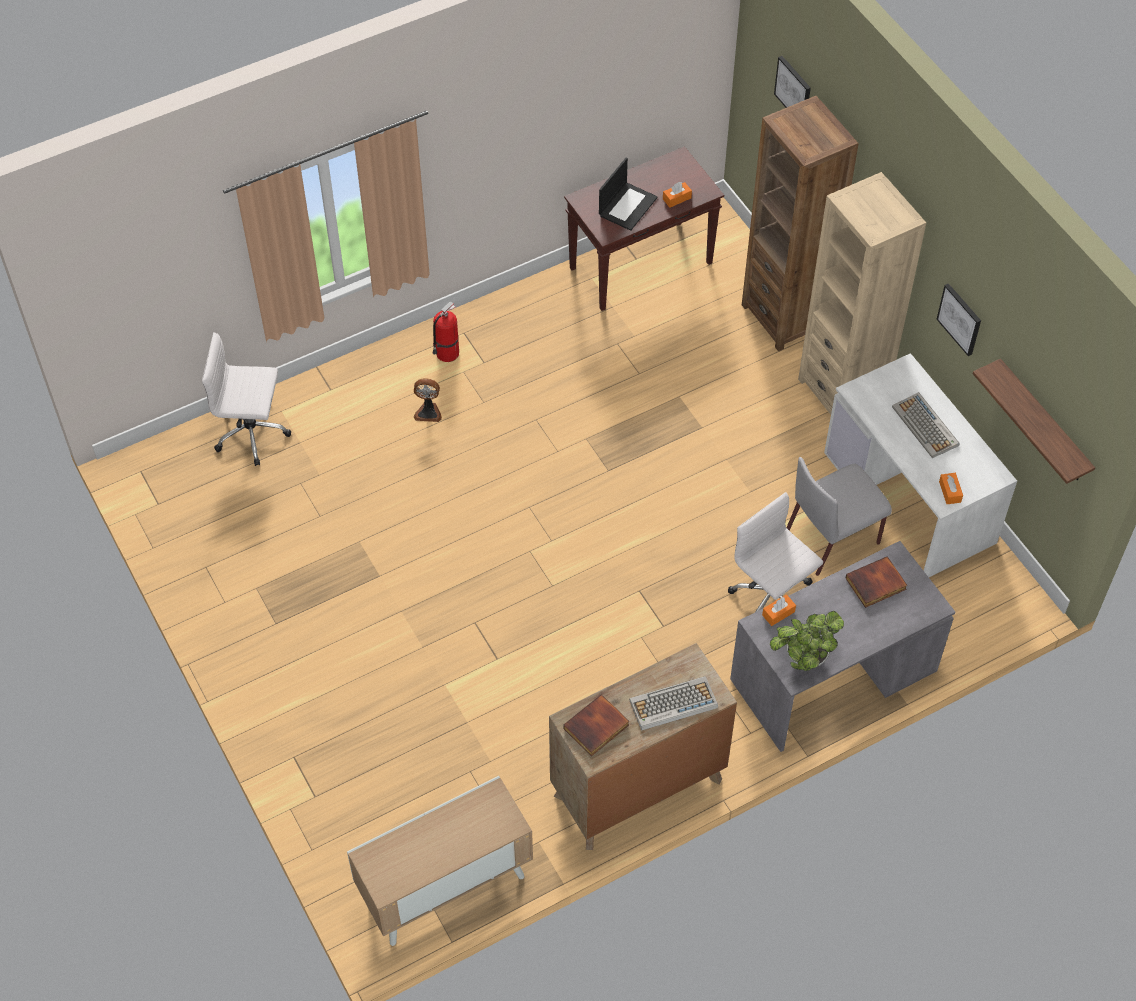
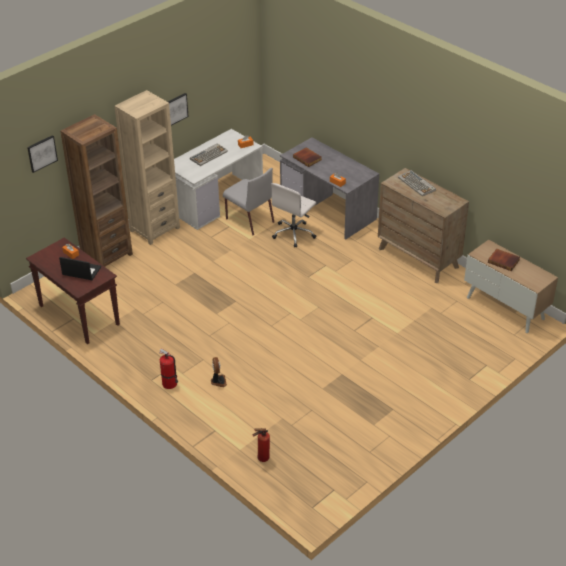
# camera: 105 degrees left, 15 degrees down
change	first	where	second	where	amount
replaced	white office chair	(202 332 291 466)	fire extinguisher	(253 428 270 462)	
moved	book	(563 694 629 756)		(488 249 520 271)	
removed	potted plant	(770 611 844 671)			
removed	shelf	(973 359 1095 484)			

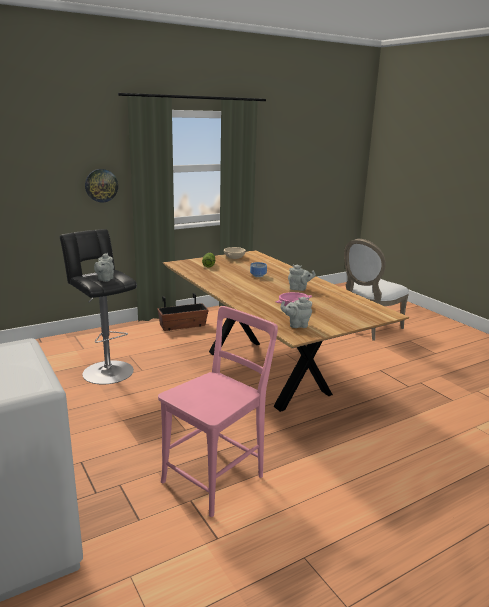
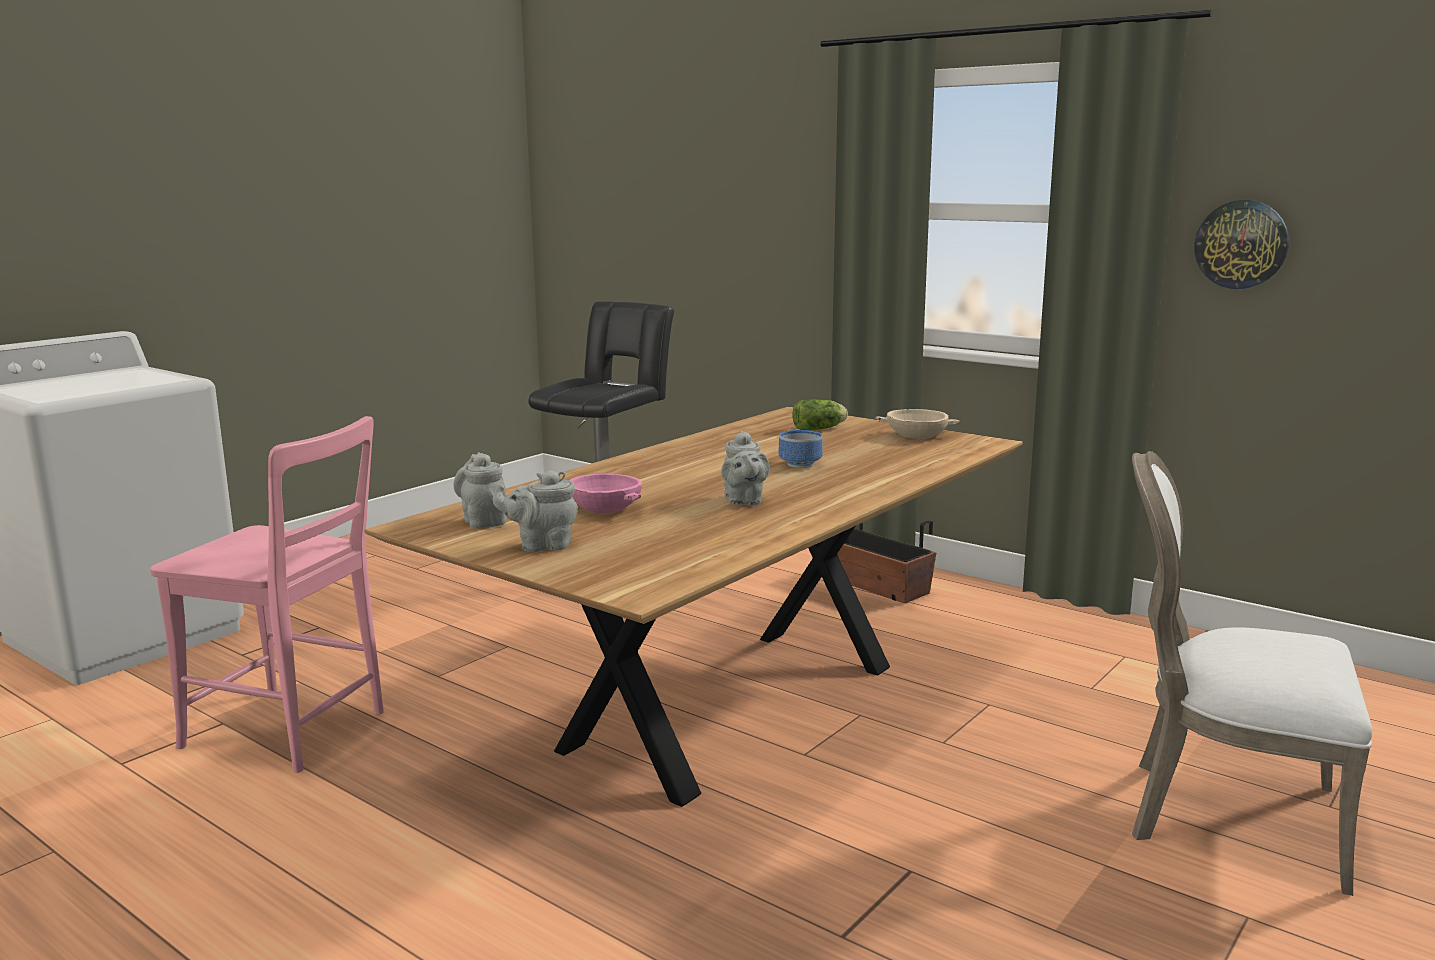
# camera: 70 degrees right, 5 degrees down
change	first	where	second	where	amount
moved	grey teapot	(94 253 114 282)		(493 470 578 552)	
moved	wall clock	(85 169 118 203)		(1194 200 1289 289)	

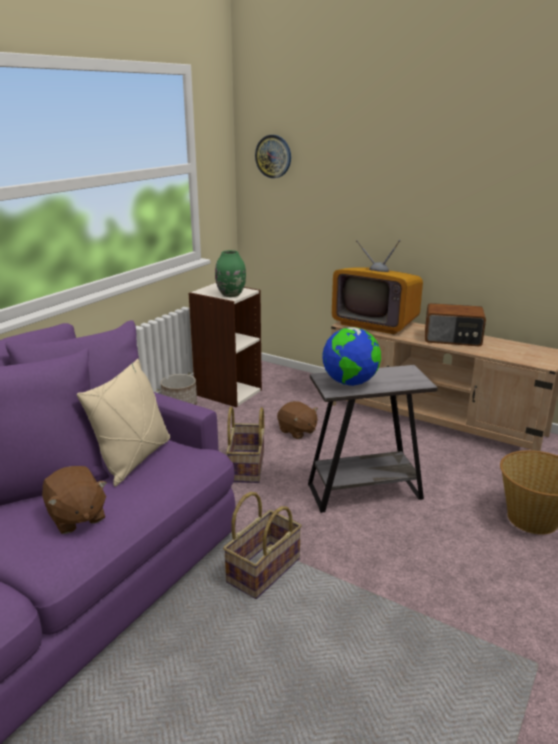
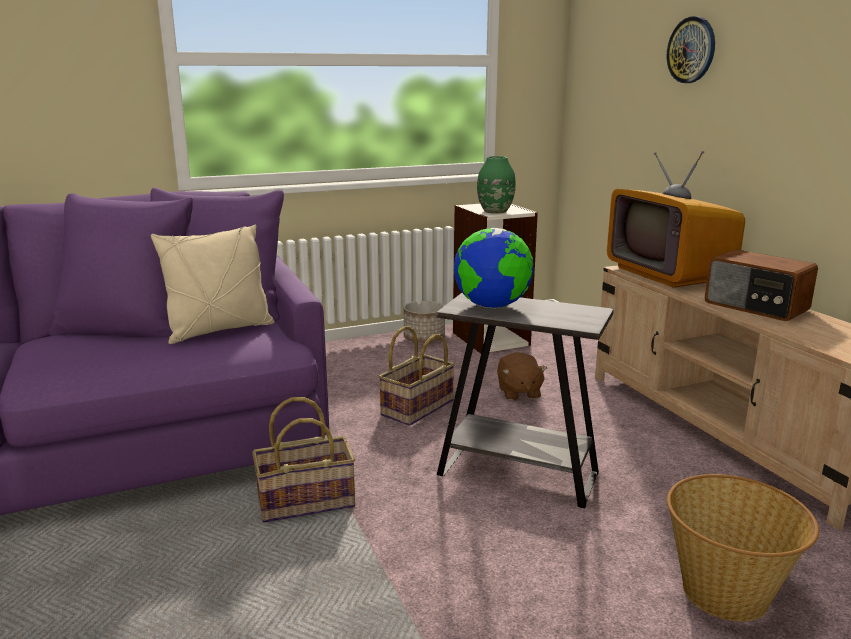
# camera: 35 degrees right, 5 degrees down
change	first	where	second	where	amount
moved	wall clock	(255 135 291 178)		(667 16 715 83)	
removed	brown plush toy	(42 466 107 534)			

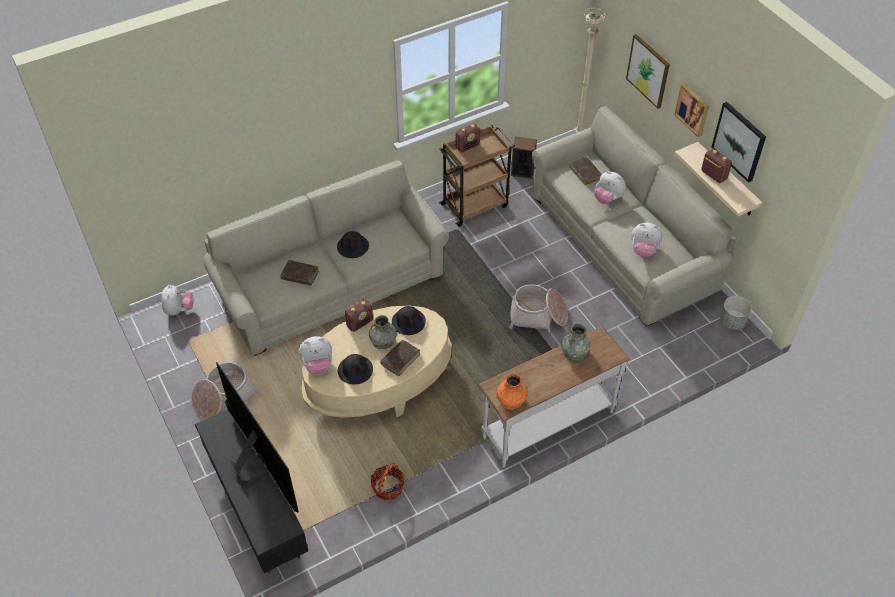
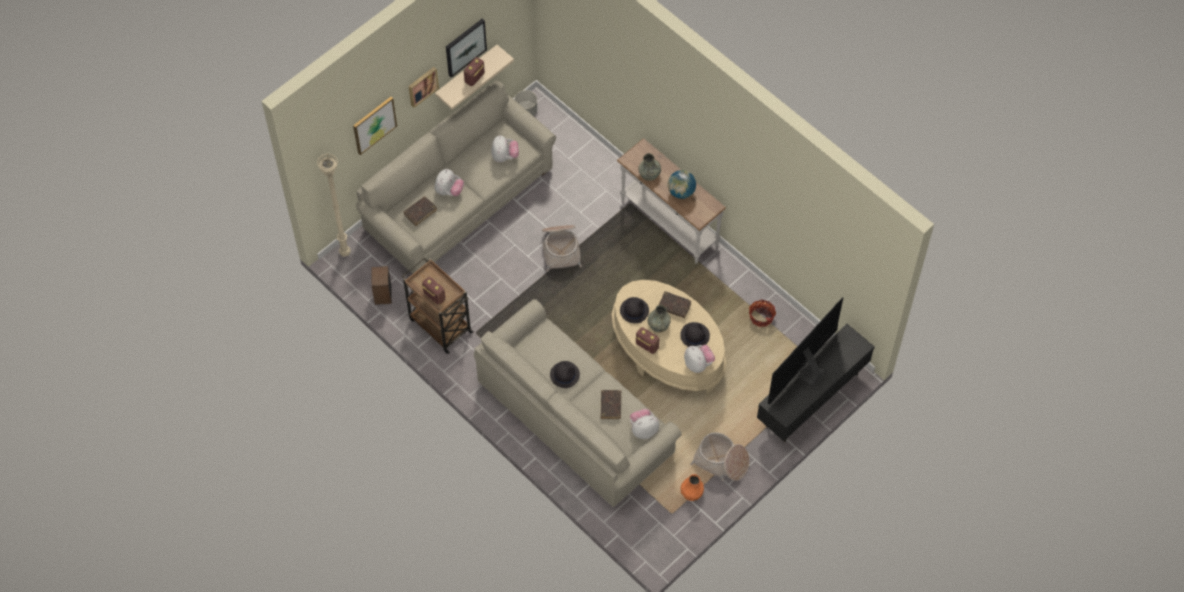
# camera: 105 degrees left, 10 degrees up
change	first	where	second	where	amount
moved	plush toy	(161 285 193 315)		(630 409 659 439)	
added			globe	(668 170 696 199)	
moved	orange vase	(496 374 527 410)		(681 474 704 501)	

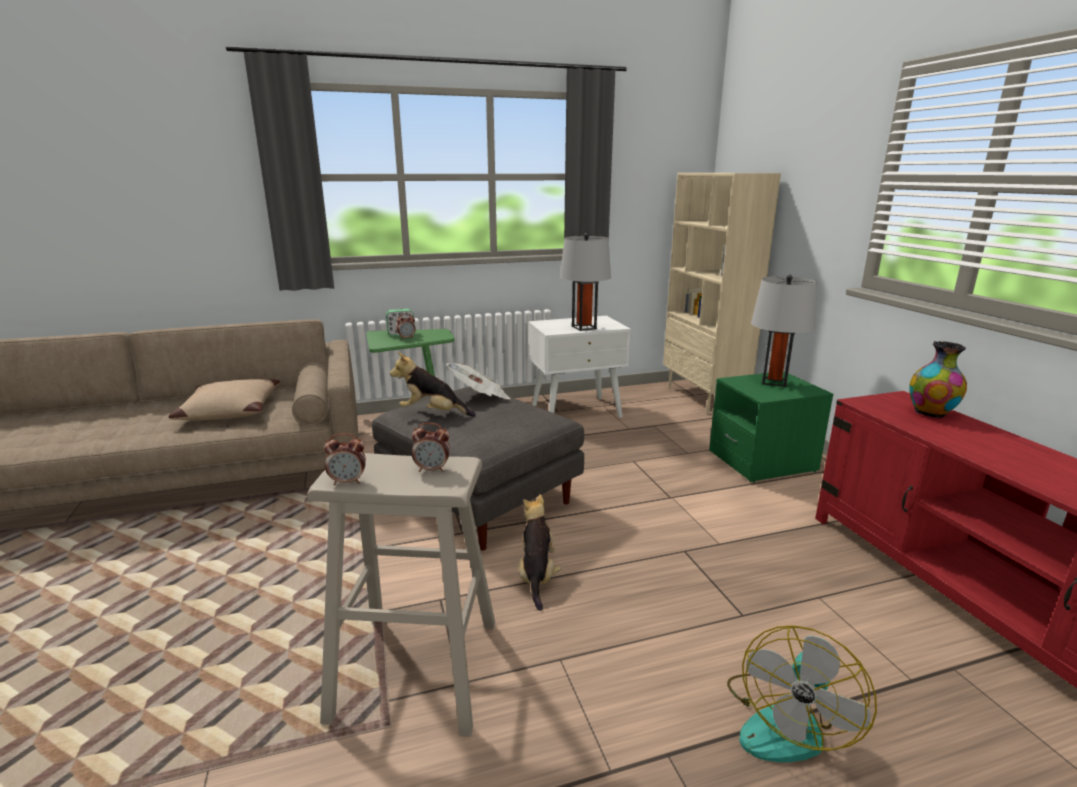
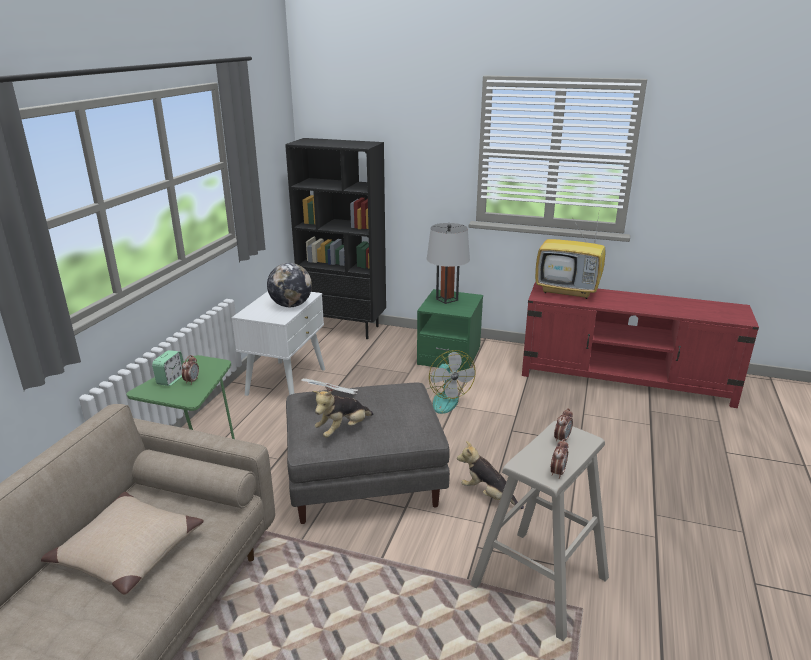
# camera: 55 degrees left, 5 degrees up
change	first	where	second	where	amount
replaced	grey table lamp	(560 233 611 331)	globe	(267 263 312 307)	
recoloured	beige bookcase	(663 173 781 414)	black bookcase	(285 138 386 339)	
moved	fan	(727 625 877 762)		(427 350 475 414)	
replaced	vase	(909 341 967 418)	television	(535 207 606 299)	

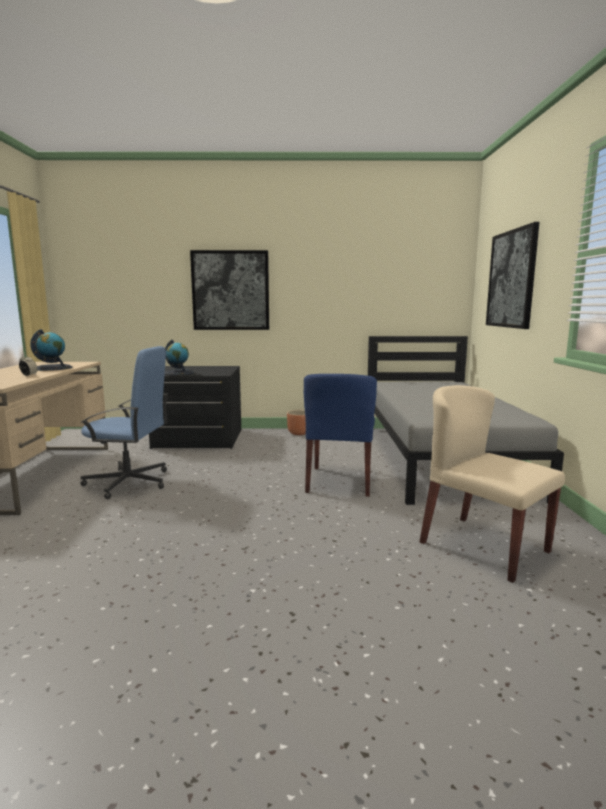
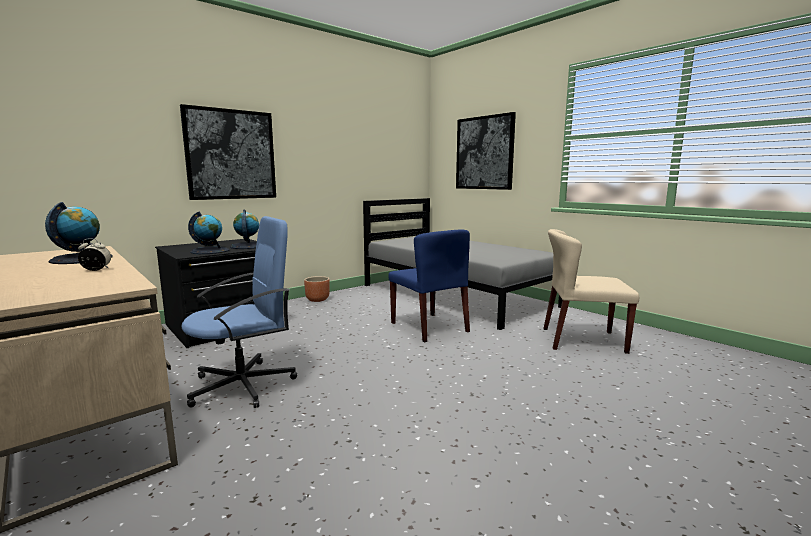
# camera: 40 degrees left, 0 degrees up
change	first	where	second	where	amount
added			globe	(230 210 259 249)	

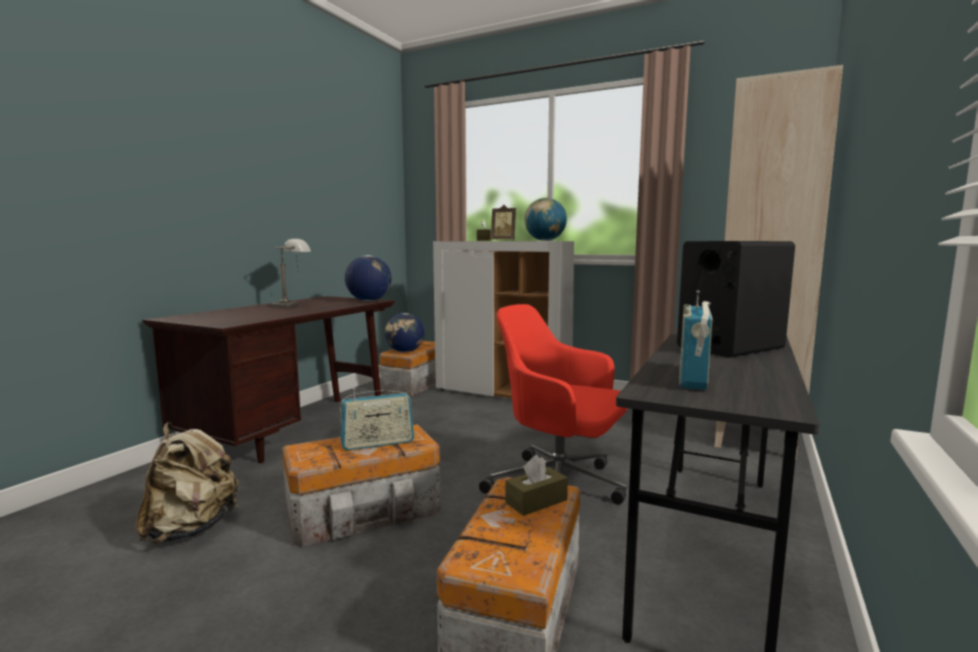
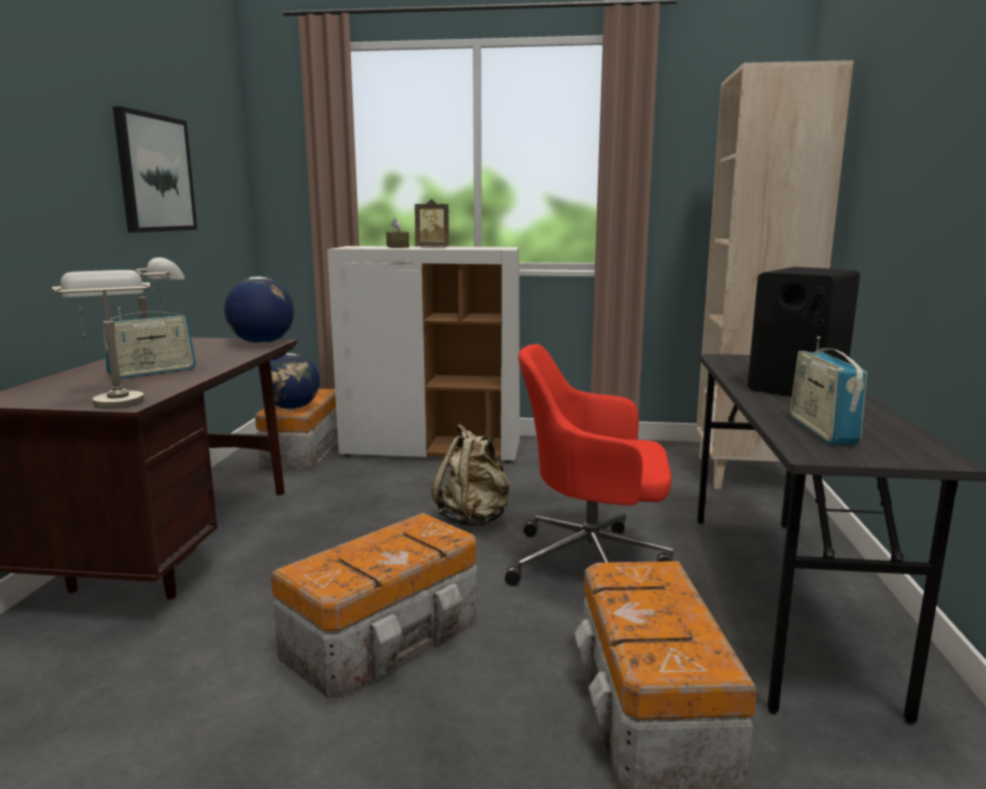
# camera: 20 degrees left, 5 degrees up
change	first	where	second	where	amount
added			grey table lamp	(52 270 151 409)	
moved	radio	(340 388 414 451)		(103 308 196 379)	
added			picture	(113 106 197 233)	
moved	beige backpack	(135 422 239 544)		(432 424 510 526)	
removed	brown tissue box	(505 455 568 516)			
removed	globe	(524 198 567 241)			

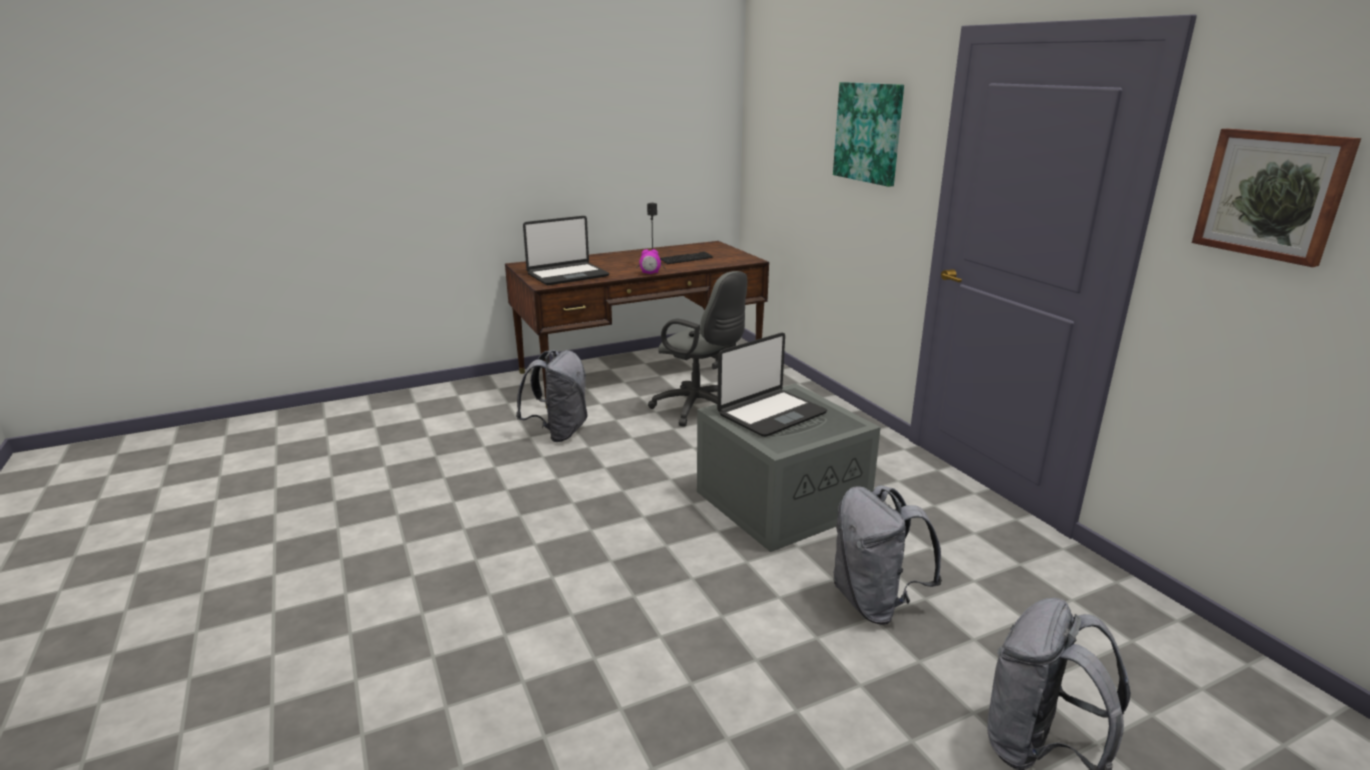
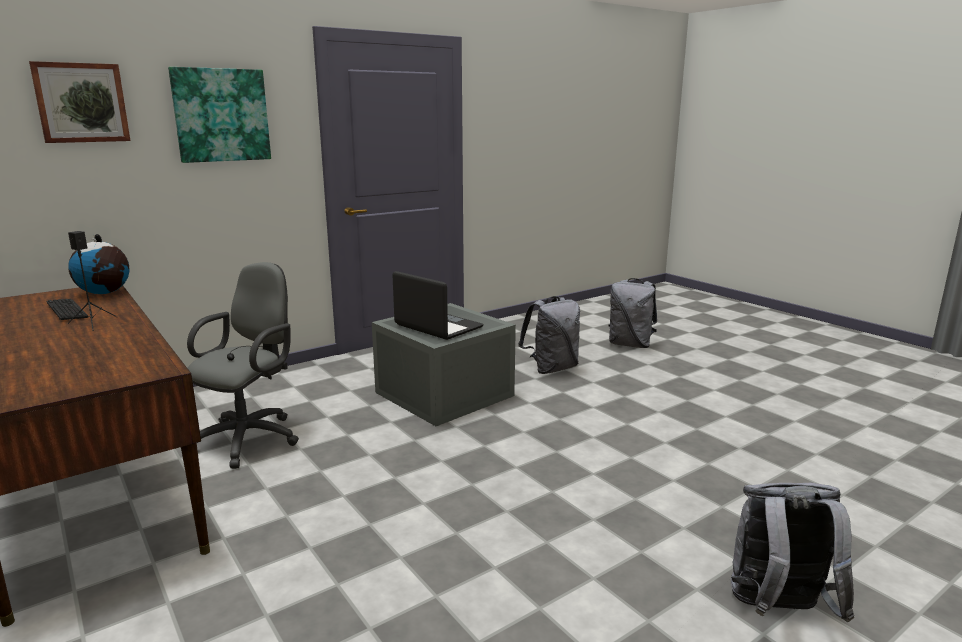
# camera: 100 degrees left, 5 degrees down
change	first	where	second	where	amount
moved	picture	(1192 129 1361 267)		(29 61 130 143)	
added			globe	(68 234 130 294)	
moved	grey backpack	(516 350 588 442)		(731 483 855 622)	
removed	laptop	(523 216 609 285)			
removed	alarm clock	(639 249 661 274)			

